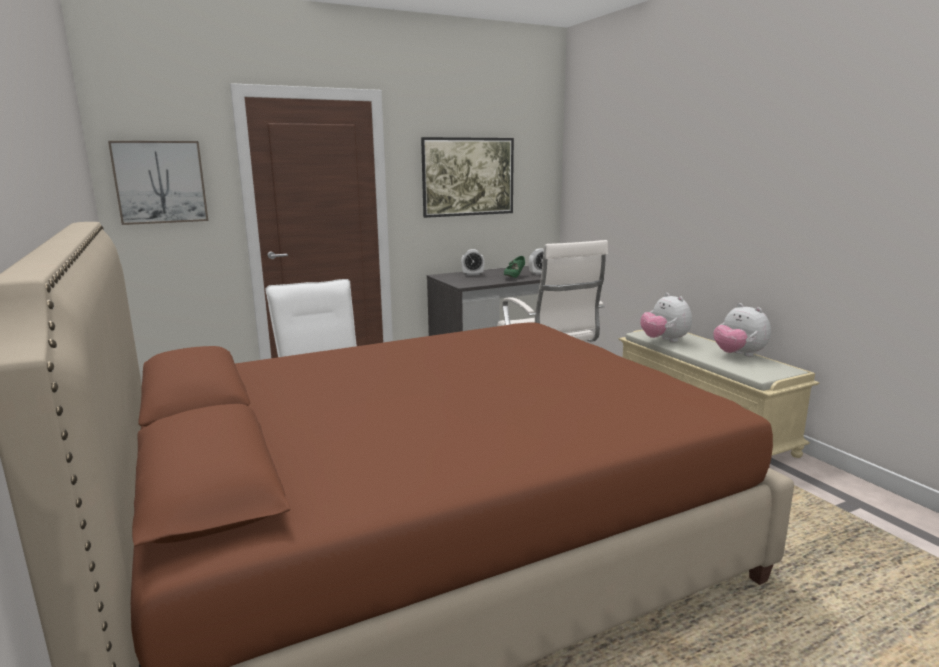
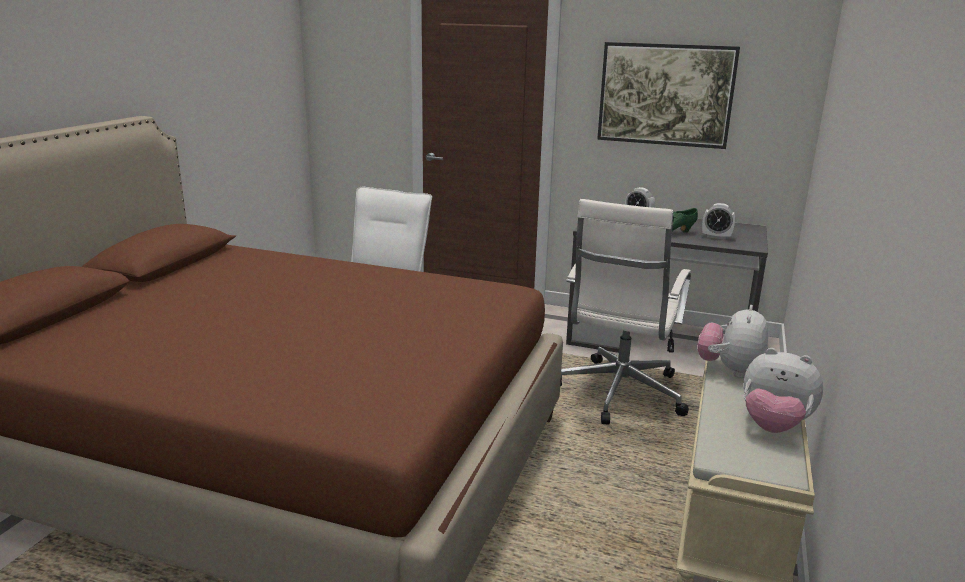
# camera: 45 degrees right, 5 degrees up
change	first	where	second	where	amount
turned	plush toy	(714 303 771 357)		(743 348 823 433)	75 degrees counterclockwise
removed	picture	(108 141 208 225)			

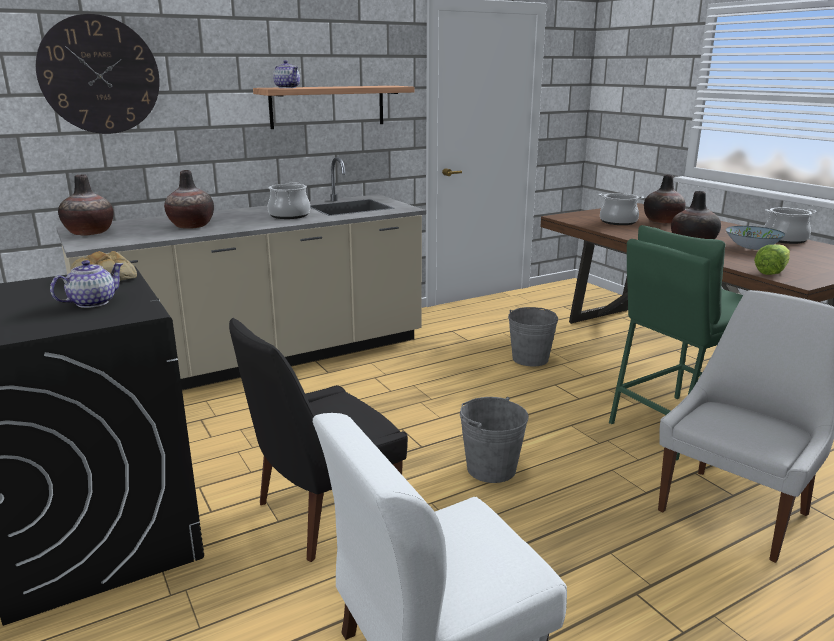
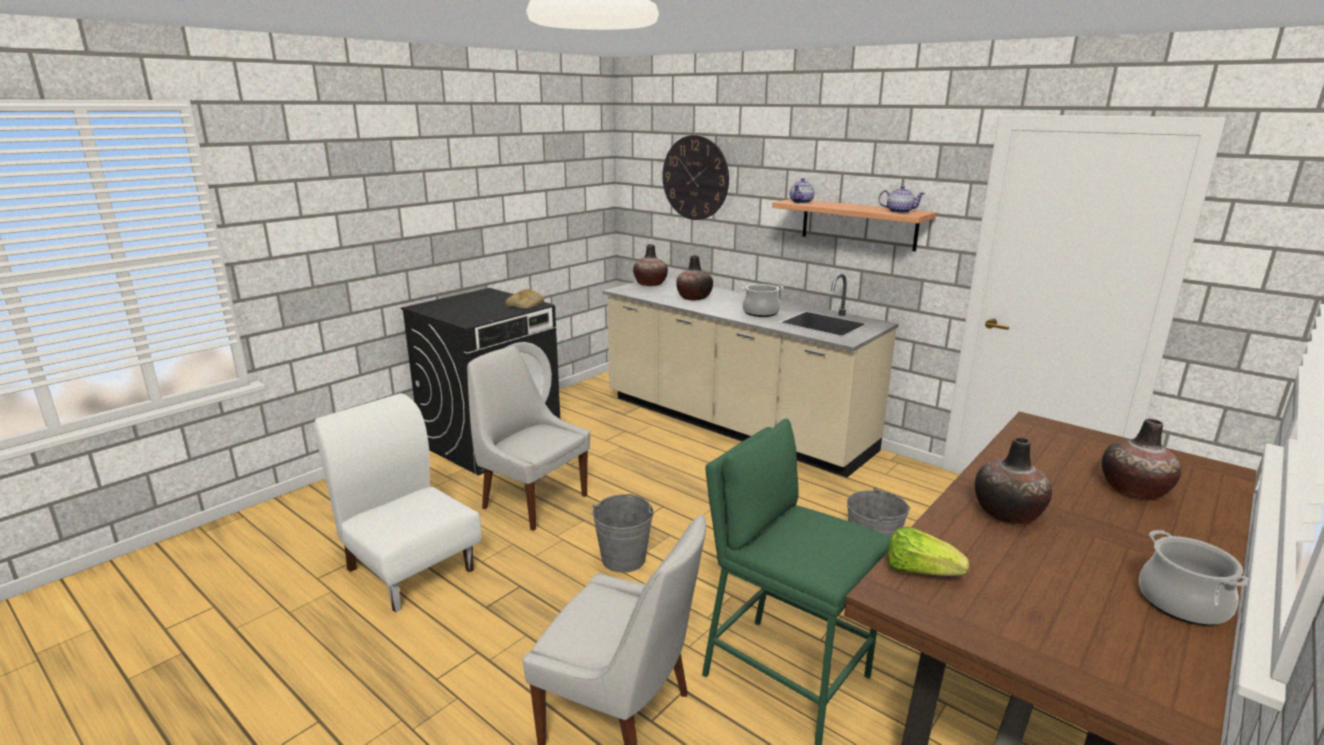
# camera: 70 degrees right, 0 degrees up
change	first	where	second	where	amount
recoloured	black chair	(229 318 408 562)	white chair	(467 347 590 531)	
moved	teapot	(50 260 123 308)		(878 186 925 213)	
removed	cooking pot	(599 193 644 225)			
removed	bowl	(726 226 785 250)			

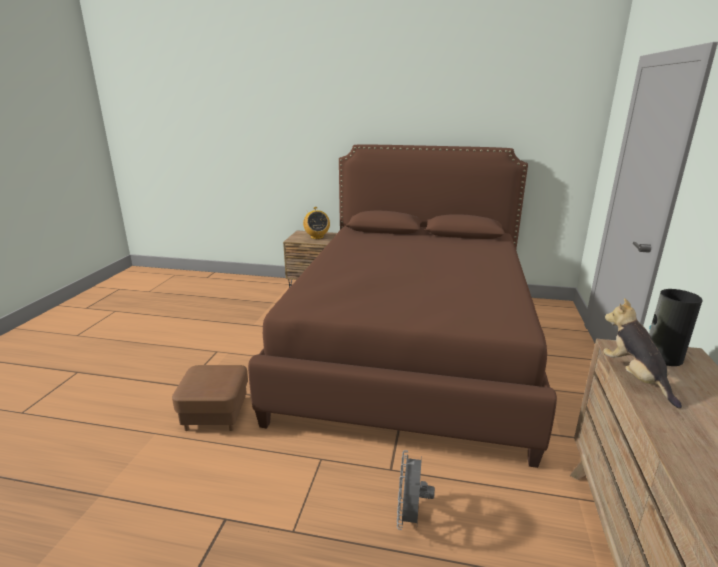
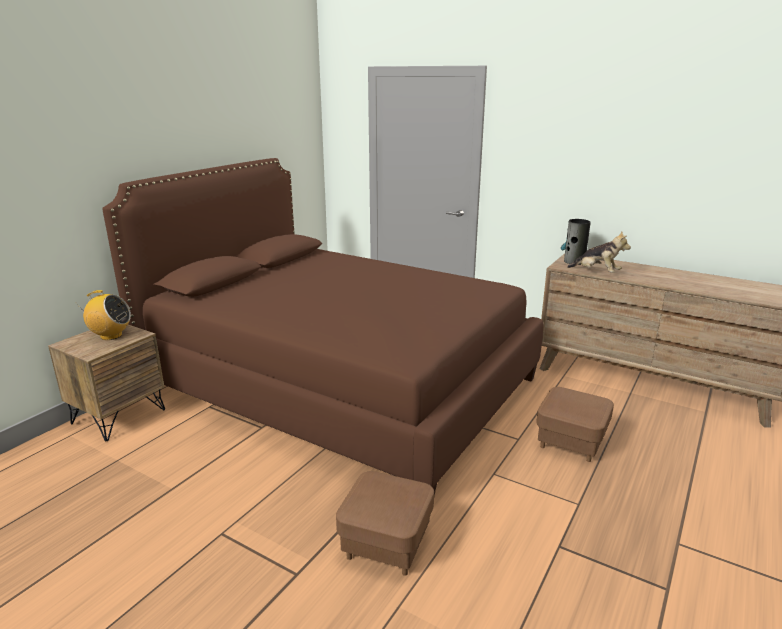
# camera: 70 degrees left, 0 degrees up
change	first	where	second	where	amount
replaced	grey fan	(397 450 435 530)	brown ottoman	(536 387 614 462)	
turned	plush toy	(604 298 682 408)		(567 231 631 273)	150 degrees counterclockwise

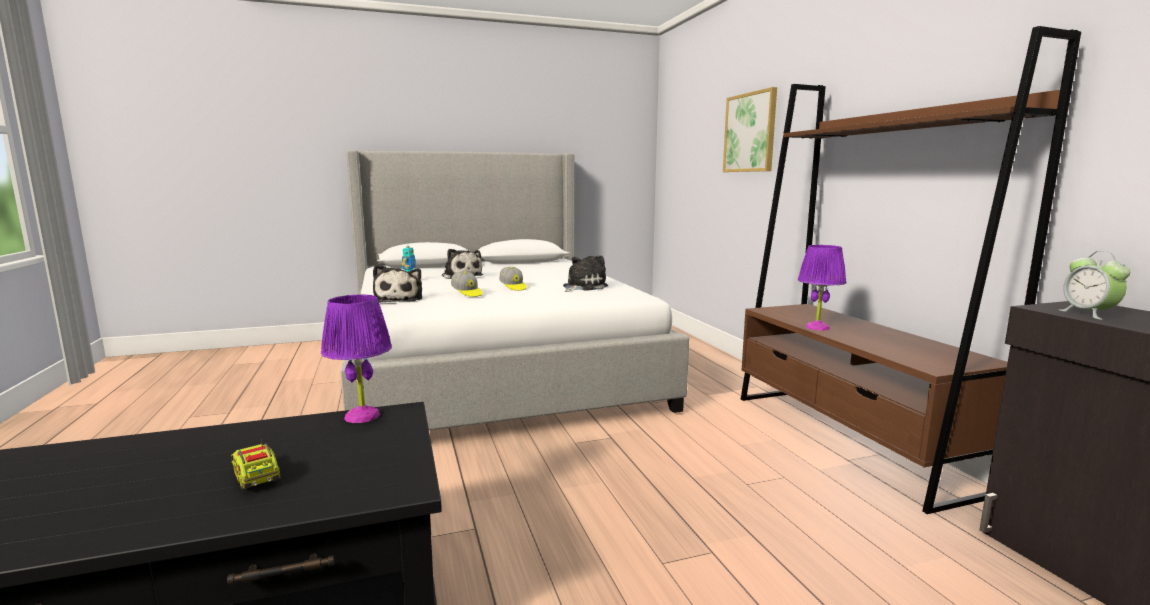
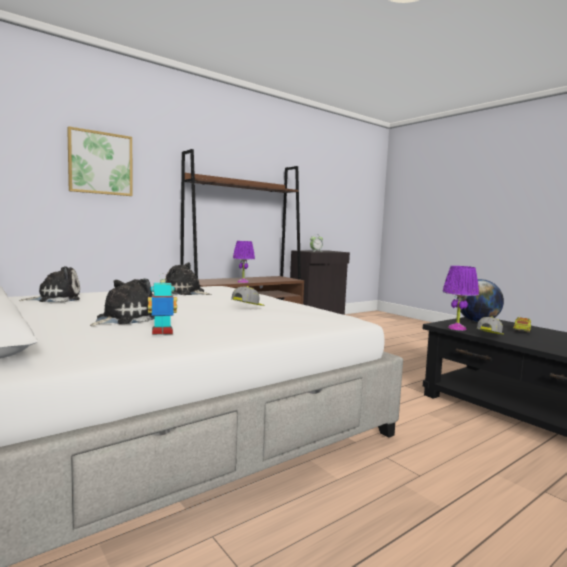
# camera: 110 degrees left, 5 degrees down
change	first	where	second	where	amount
moved	plush toy	(373 265 422 303)		(19 266 80 302)	
added			globe	(457 279 504 322)	
moved	cap	(499 267 527 291)		(477 316 504 335)	

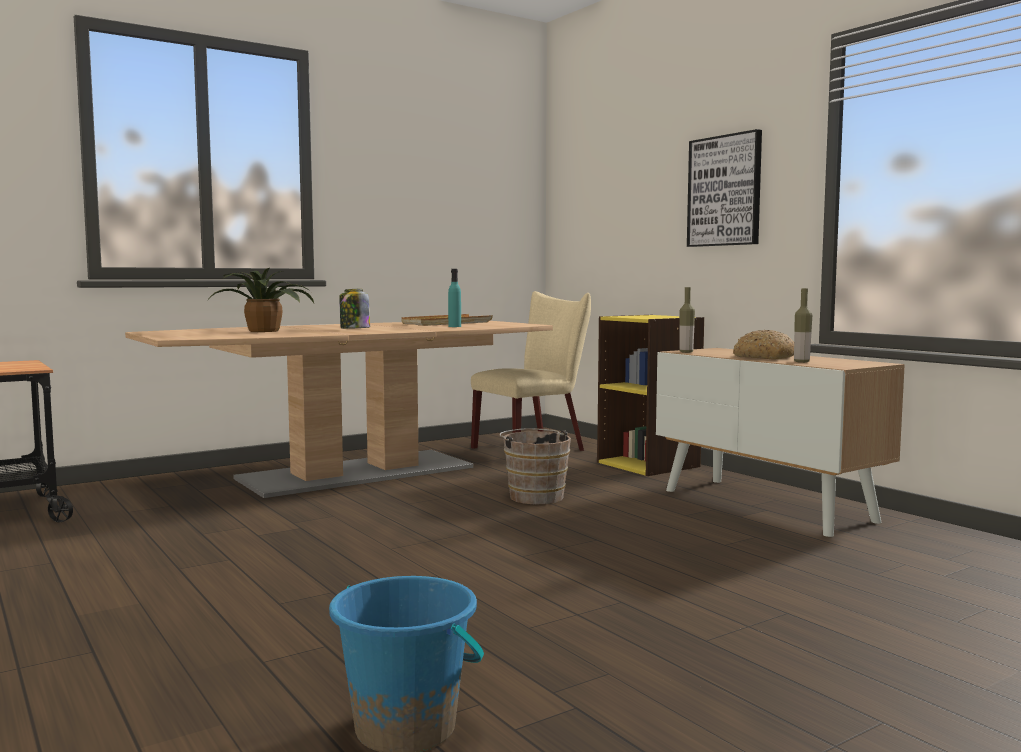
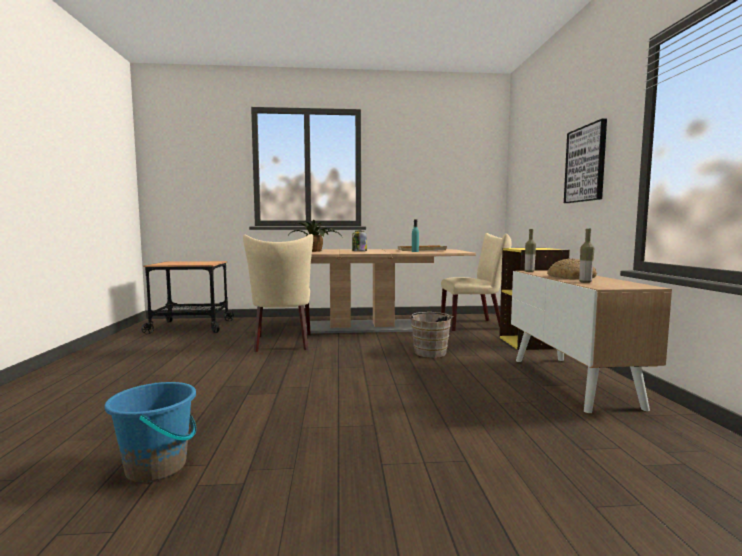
# camera: 30 degrees right, 0 degrees up
change	first	where	second	where	amount
added			beige chair	(243 234 313 352)	

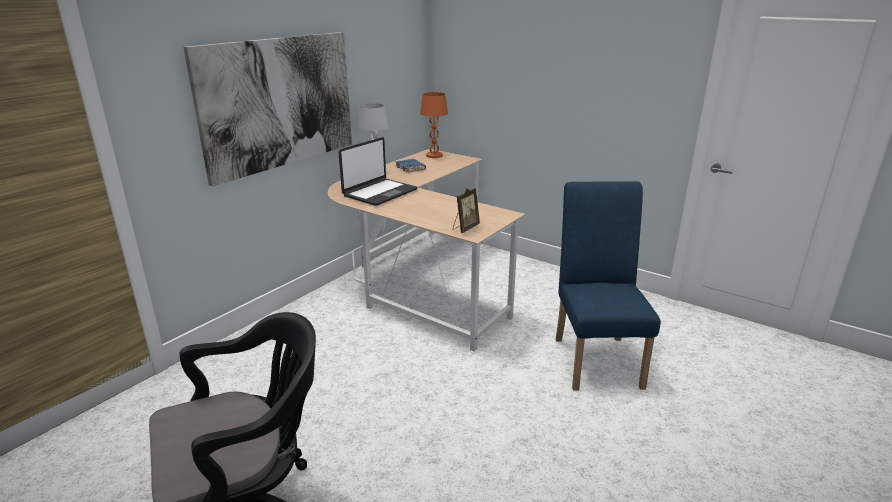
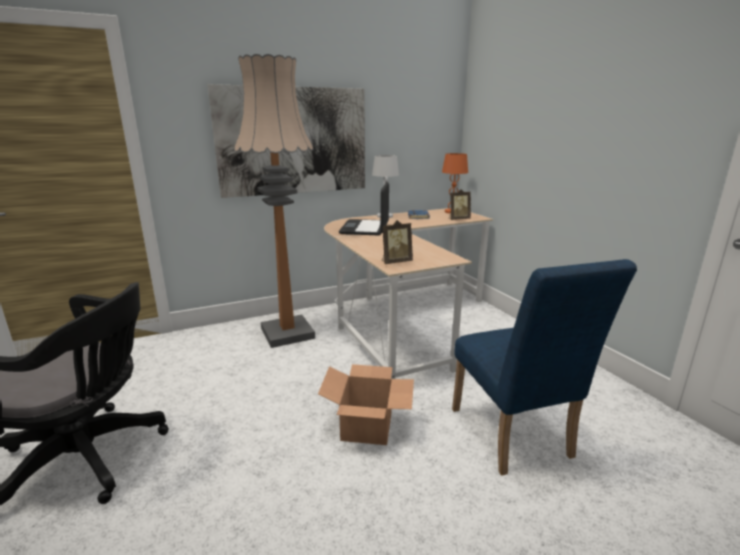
# camera: 30 degrees right, 5 degrees down
change	first	where	second	where	amount
added			floor lamp	(233 54 315 348)	
added			cardboard box	(318 364 414 445)	
turned	laptop	(339 137 418 206)		(339 182 389 235)	120 degrees clockwise
added			picture frame	(449 189 471 220)	
turned	blue chair	(556 181 661 391)		(452 259 637 476)	135 degrees clockwise

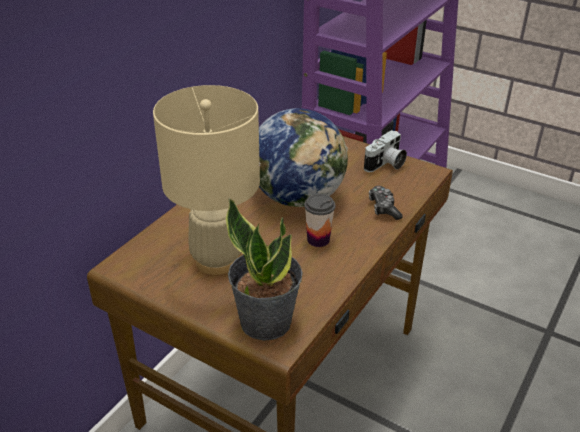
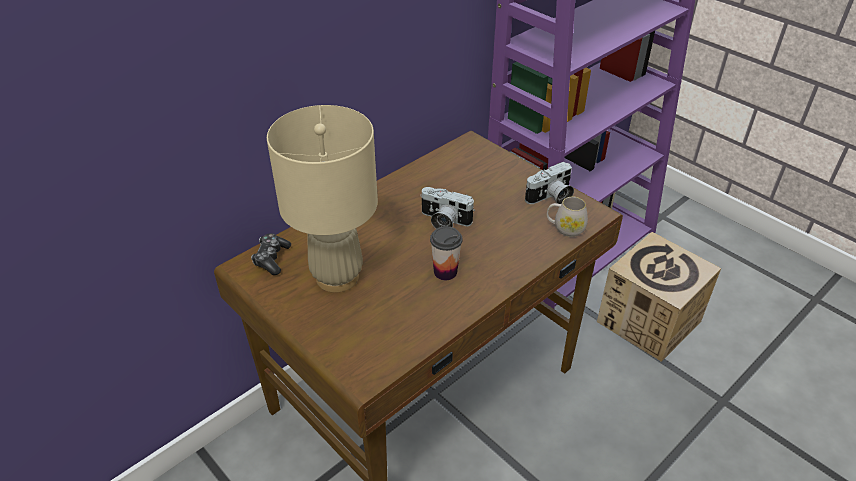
# camera: 15 degrees right, 5 degrees up
change	first	where	second	where	amount
moved	game controller	(369 186 403 220)		(251 233 291 275)	
replaced	globe	(259 108 348 207)	photo camera	(420 187 475 229)	
added			white mug	(547 196 588 237)	
added			cardboard box	(597 232 721 362)	
removed	potted plant	(226 198 303 341)			

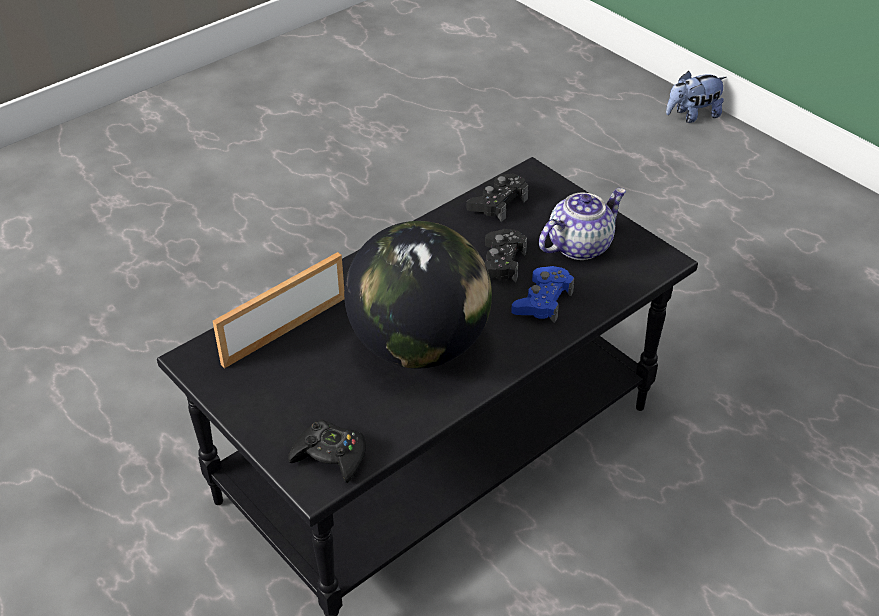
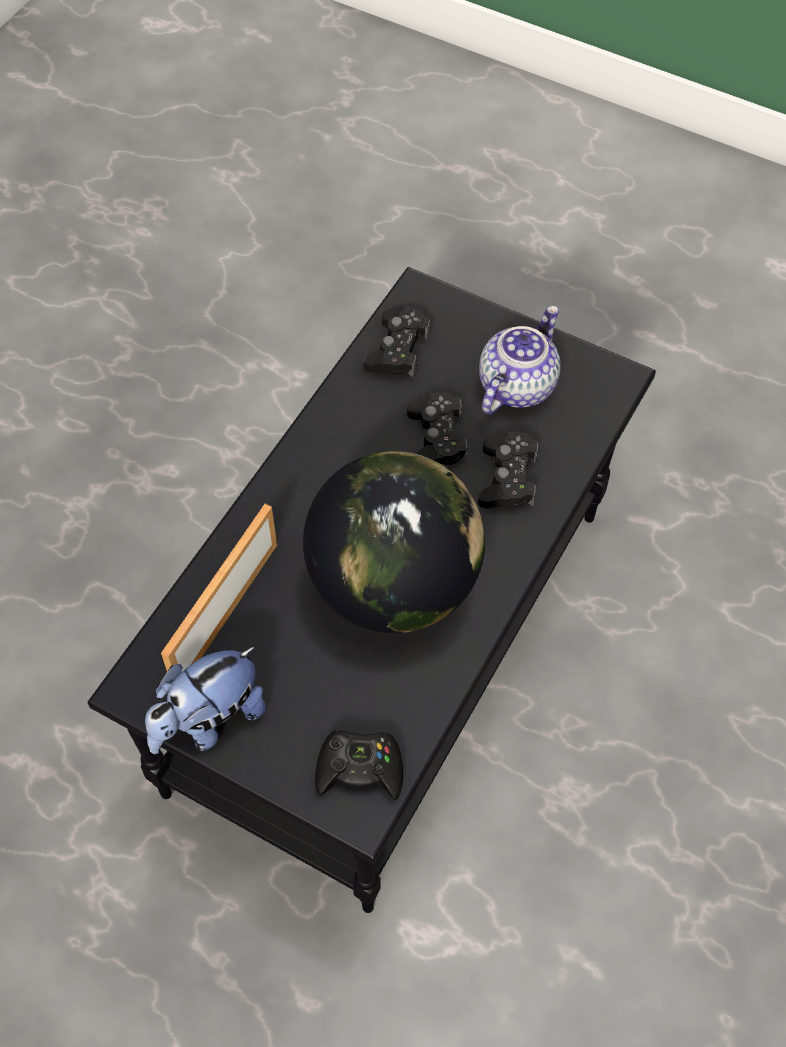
# camera: 20 degrees left, 15 degrees up
change	first	where	second	where	amount
moved	plush toy	(666 71 727 123)		(145 646 266 754)	
recoloured	blue game controller	(511 266 574 324)	black game controller	(478 432 538 508)	

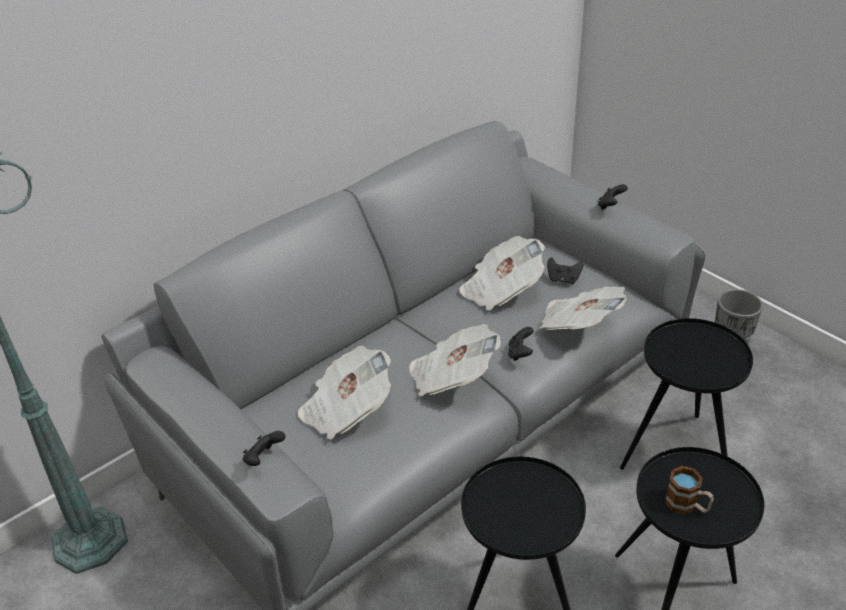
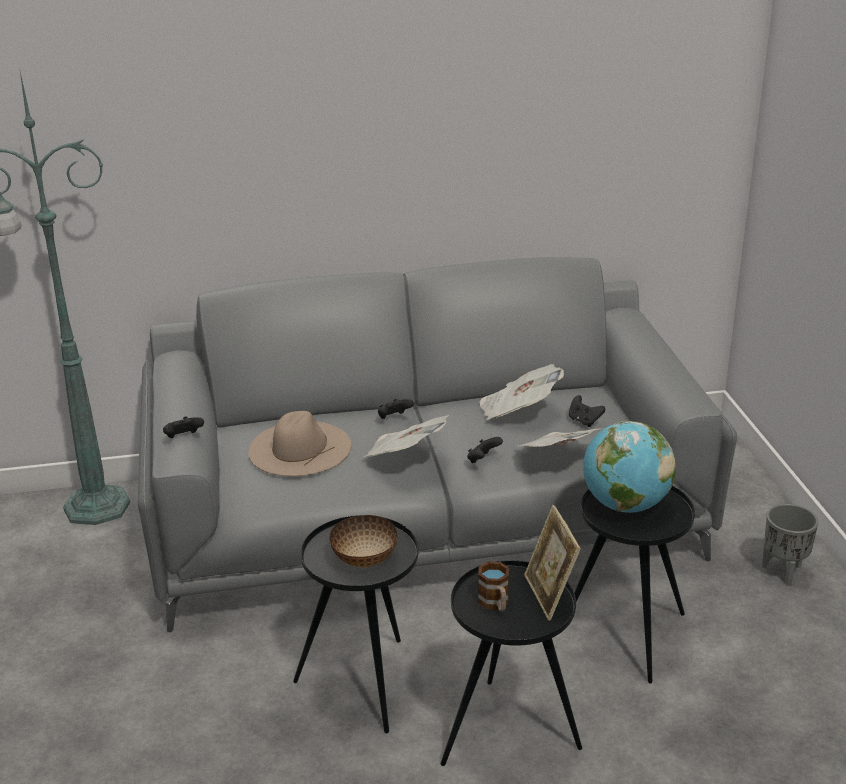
# camera: 30 degrees right, 10 degrees down
change	first	where	second	where	amount
replaced	newspaper	(298 346 391 440)	beige hat	(249 411 351 476)	
added			bowl	(329 515 398 568)	
moved	black game controller	(598 184 628 210)		(378 399 414 419)	
added			picture frame	(524 505 581 620)	
added			globe	(583 421 676 513)	

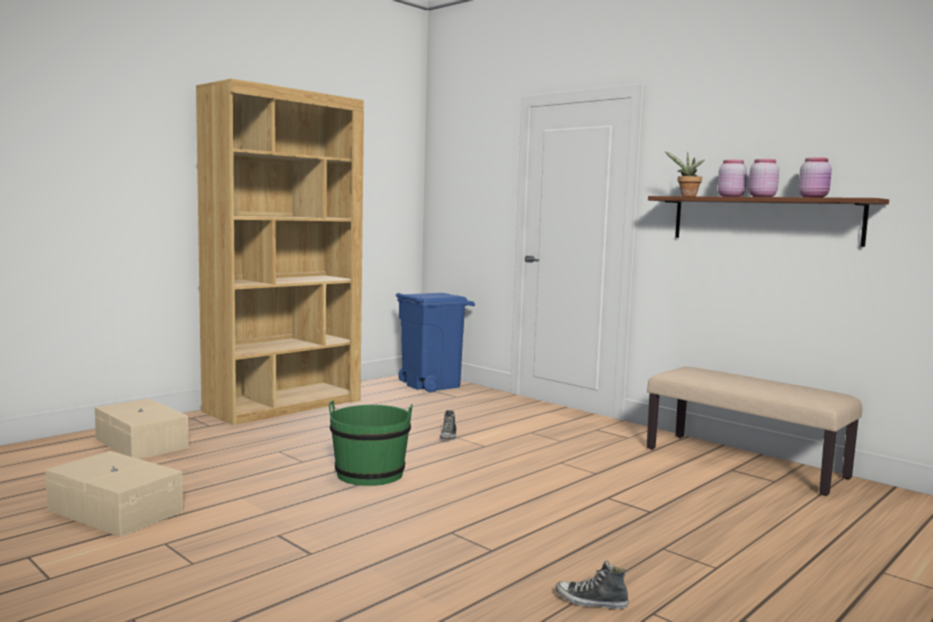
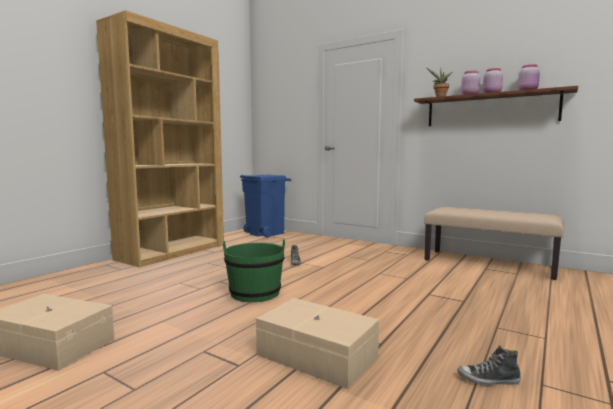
# camera: 10 degrees left, 0 degrees up
change	first	where	second	where	amount
moved	beige storage box	(95 399 189 459)		(256 298 379 389)	

